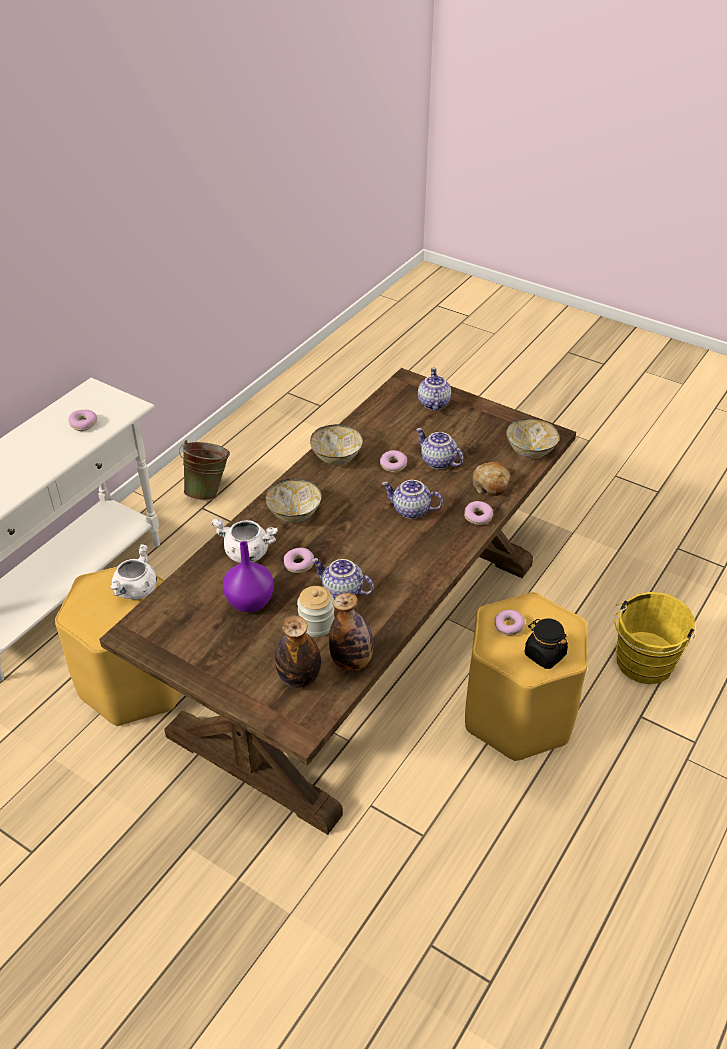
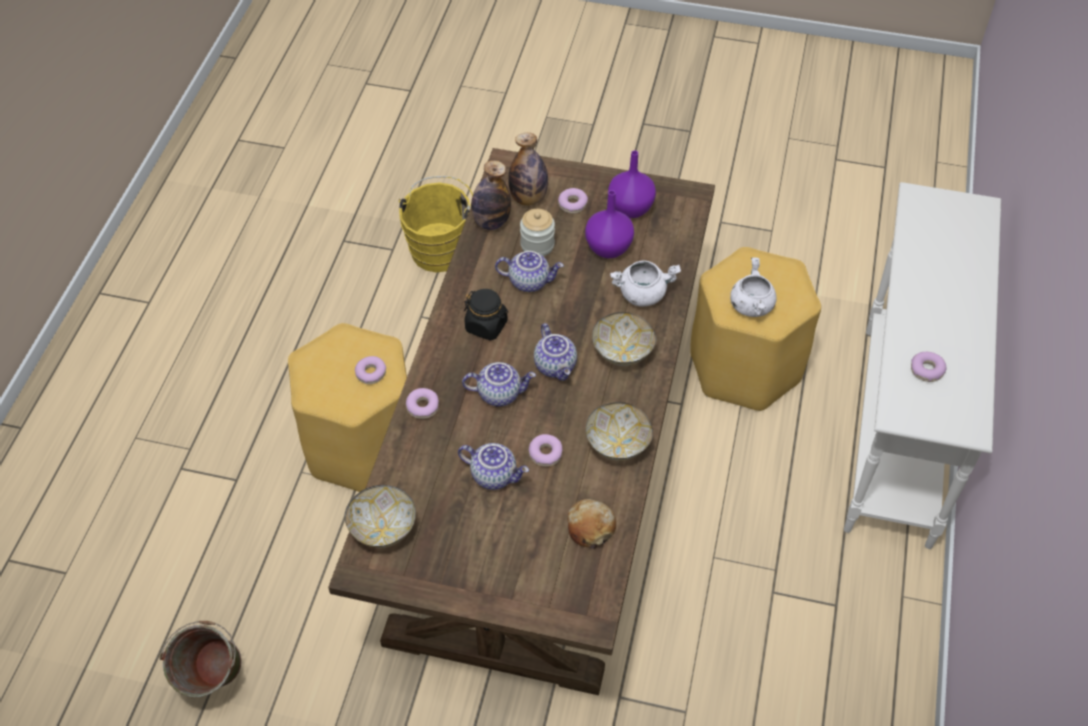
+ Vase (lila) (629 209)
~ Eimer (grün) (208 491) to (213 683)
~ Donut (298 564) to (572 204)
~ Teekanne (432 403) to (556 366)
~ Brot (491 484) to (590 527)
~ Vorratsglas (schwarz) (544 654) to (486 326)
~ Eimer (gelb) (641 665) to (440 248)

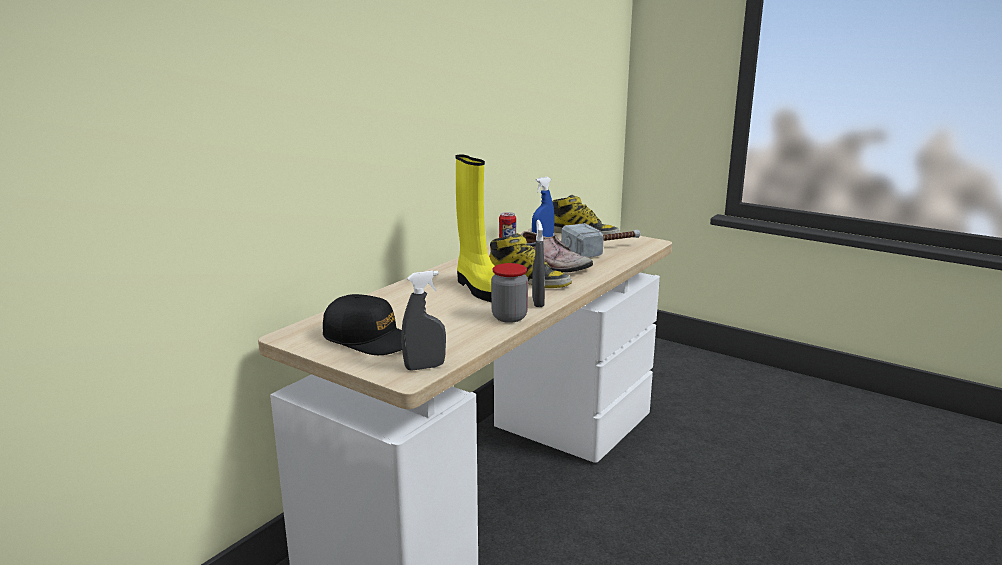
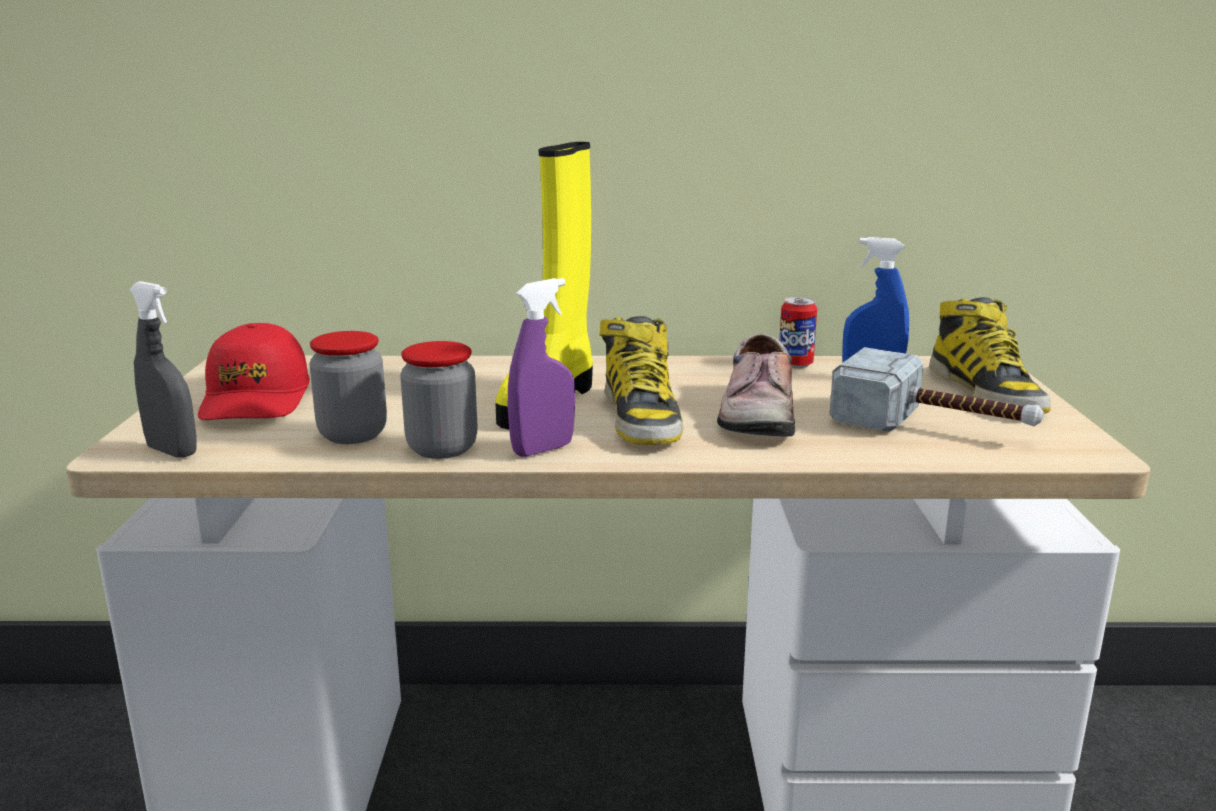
+ Vorratsglas (353 434)
~ Kappe (schwarz) (370 339) to Kappe (rot) (256 399)
~ Sprühflasche (grau) (538 302) to Sprühflasche (lila) (543 449)

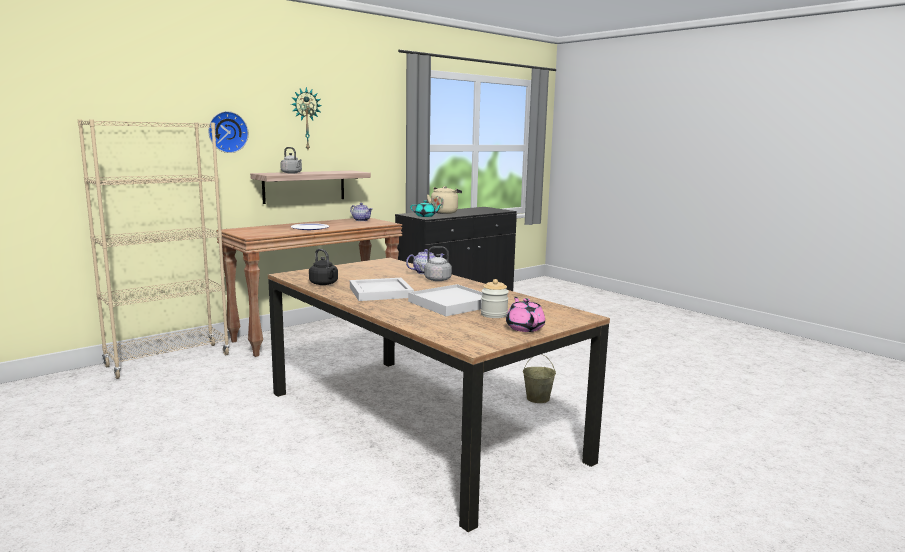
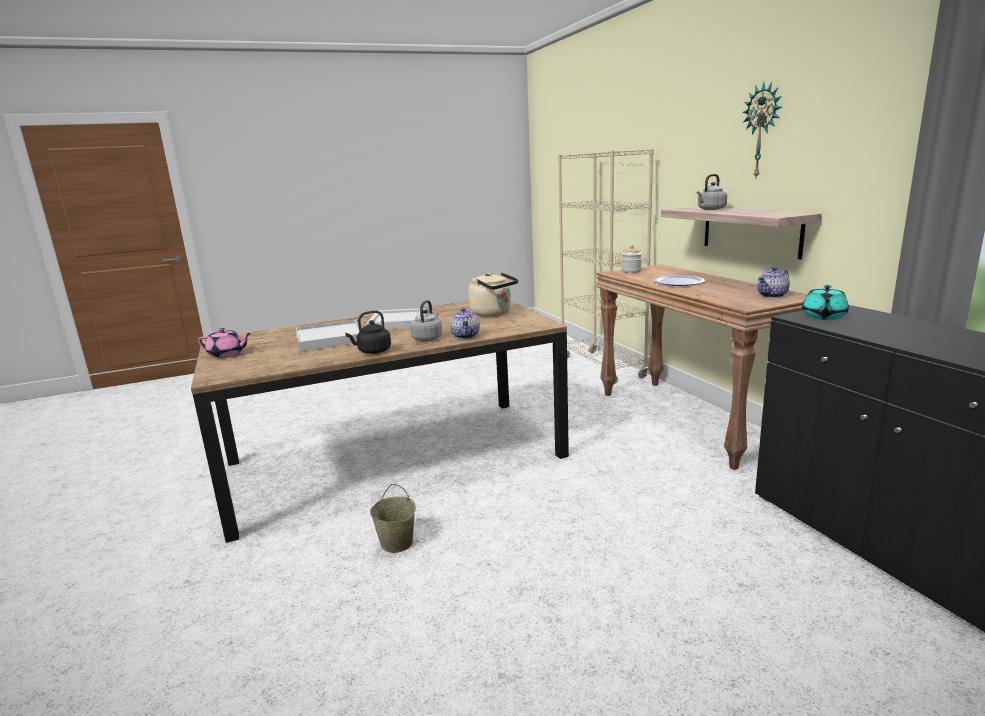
- Wanduhr (227 132)
~ Wasserkessel (schwarz) (324 284) to (372 351)
~ Wasserkessel (beige) (444 212) to (493 313)
~ Vorratsglas (494 314) to (631 271)

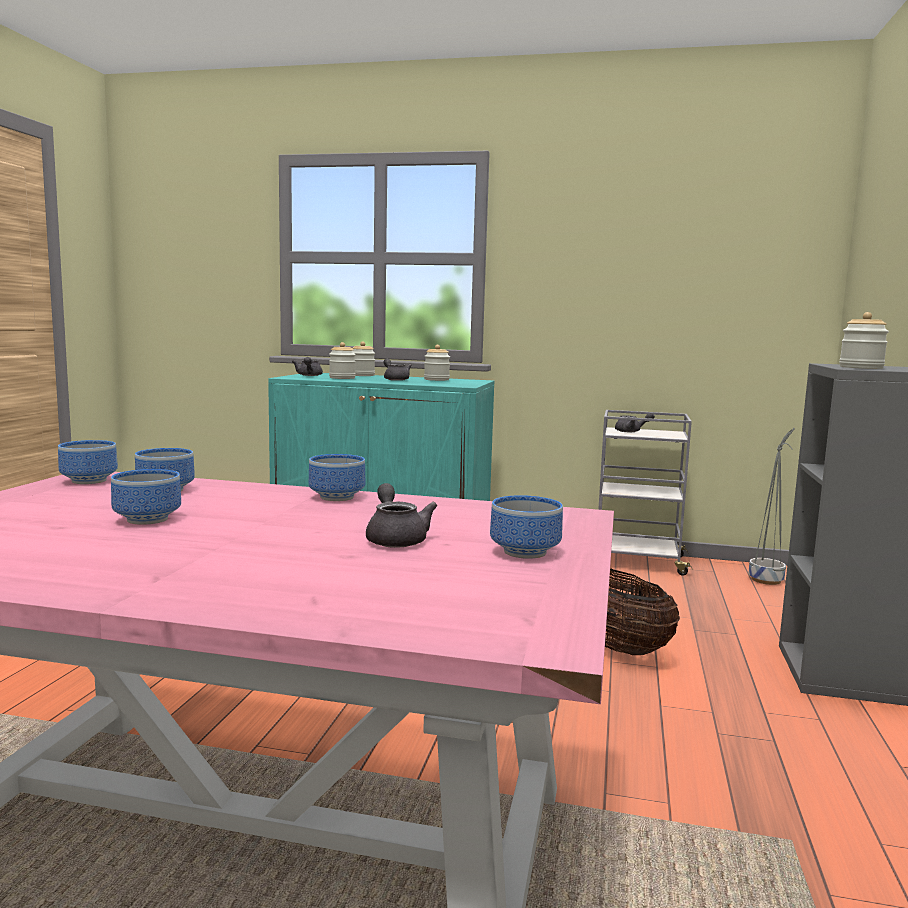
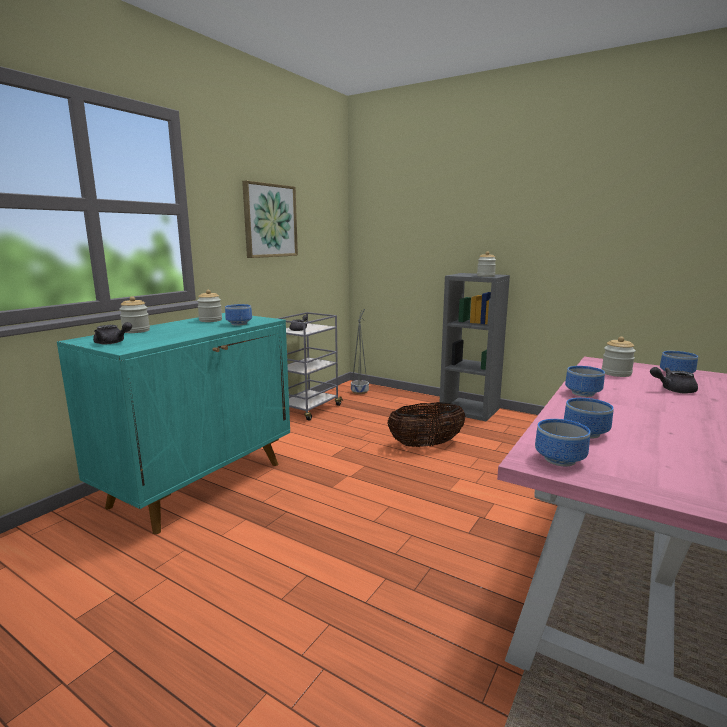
- Teekanne (grau) (395 379)
+ Bild (270 221)
~ Schüssel (146 519) to (238 324)
~ Vorratsglas (342 378) to (616 373)

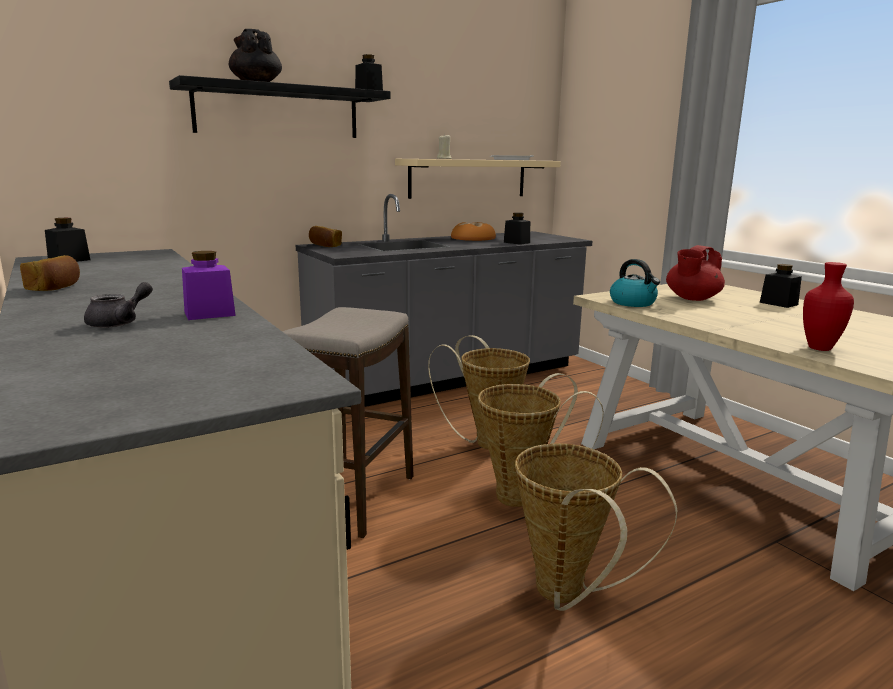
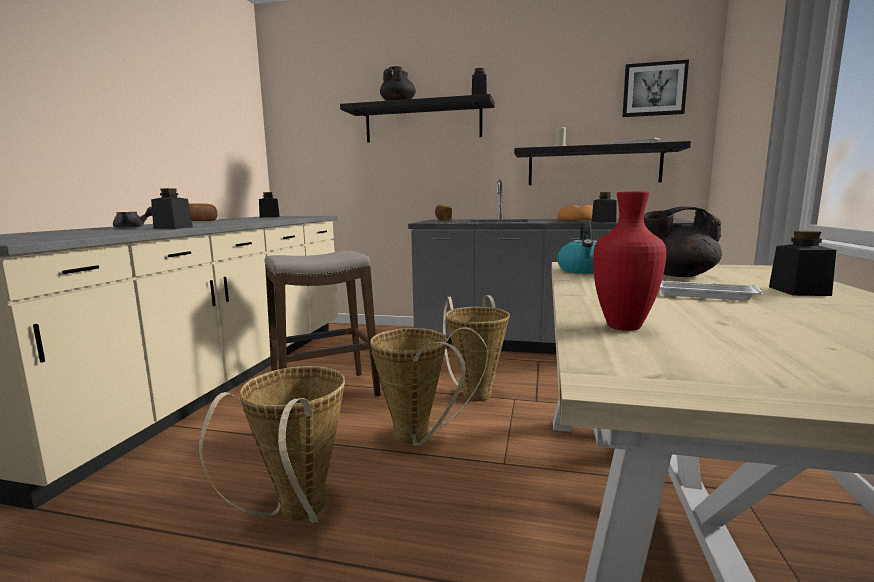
+ Bild (654 89)
+ Tablett (weiß) (701 295)
~ Vorratsglas (lila) (209 314) to Vorratsglas (schwarz) (173 227)
~ Wandregal (beige) (468 178) to Wandregal (schwarz) (593 166)
~ Teekanne (rot) (692 298) to Teekanne (schwarz) (677 275)

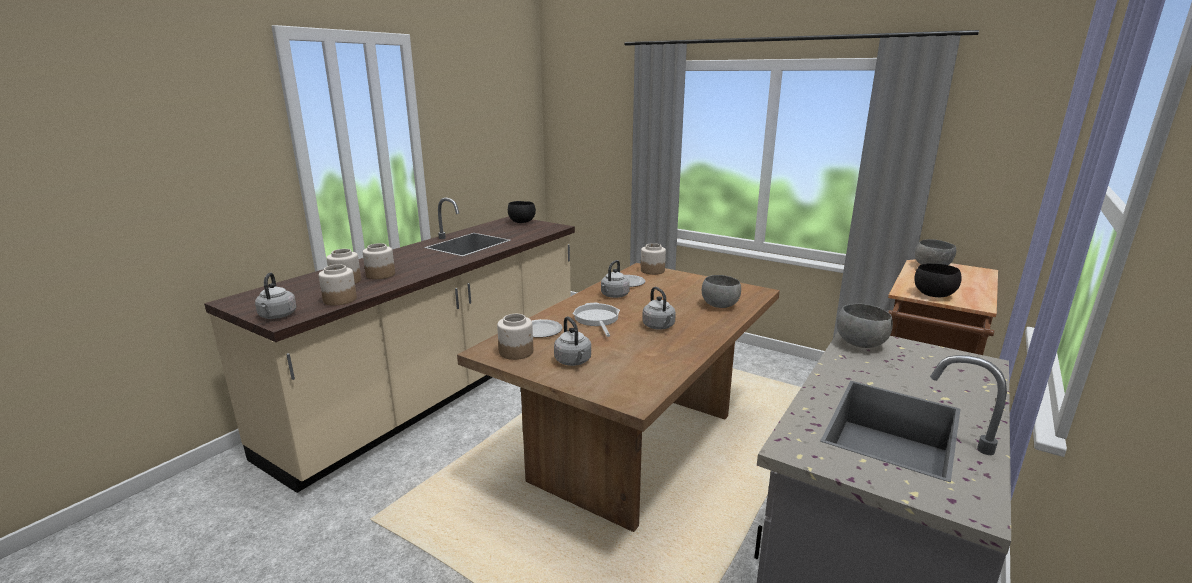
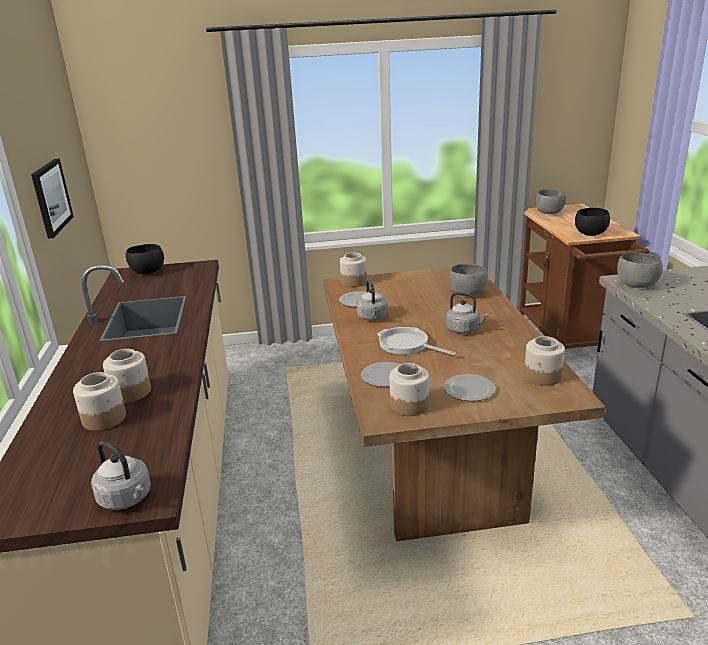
+ Bild (51 197)
~ Vorratsglas (339 300) to (542 377)
~ Wasserkessel (grau) (573 361) to Teller (470 389)

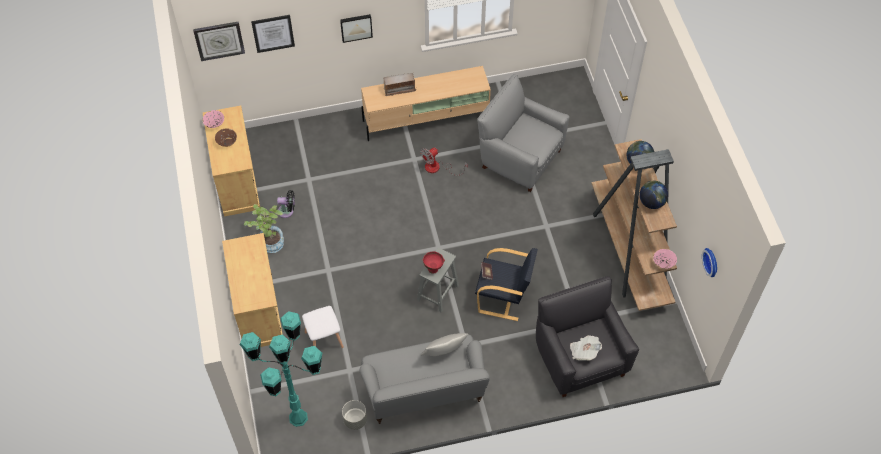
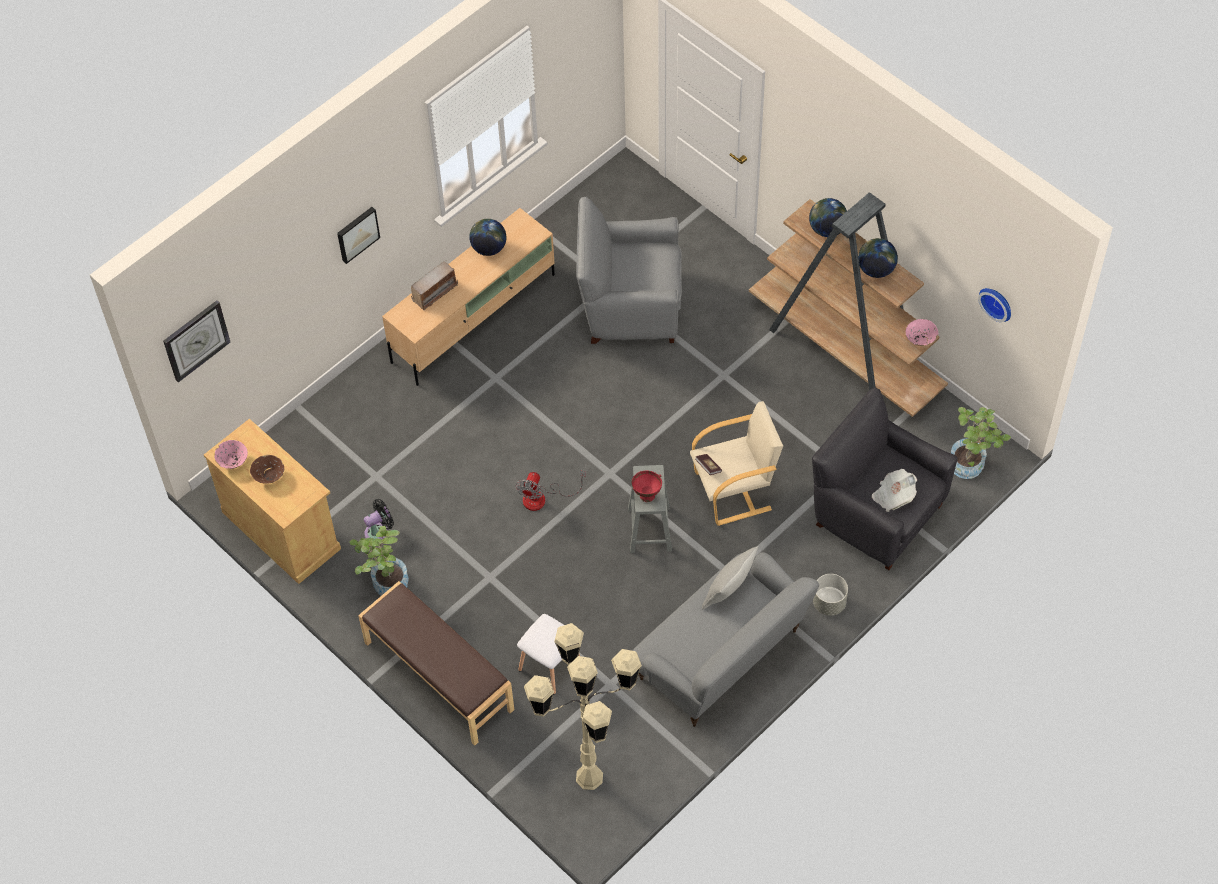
- Bild (273 33)
+ Globus (489 248)
+ Topfpflanze (971 464)
~ Pflanzkübel (grau) (355 420) to (829 603)
~ Ventilator (438 168) to (542 498)
~ Schrank (beige) (258 310) to Bank (braun) (438 677)
~ Stehlampe (türkis) (298 418) to Stehlampe (beige) (589 778)
~ Sessel (schwarz) (503 297) to Sessel (beige) (734 490)

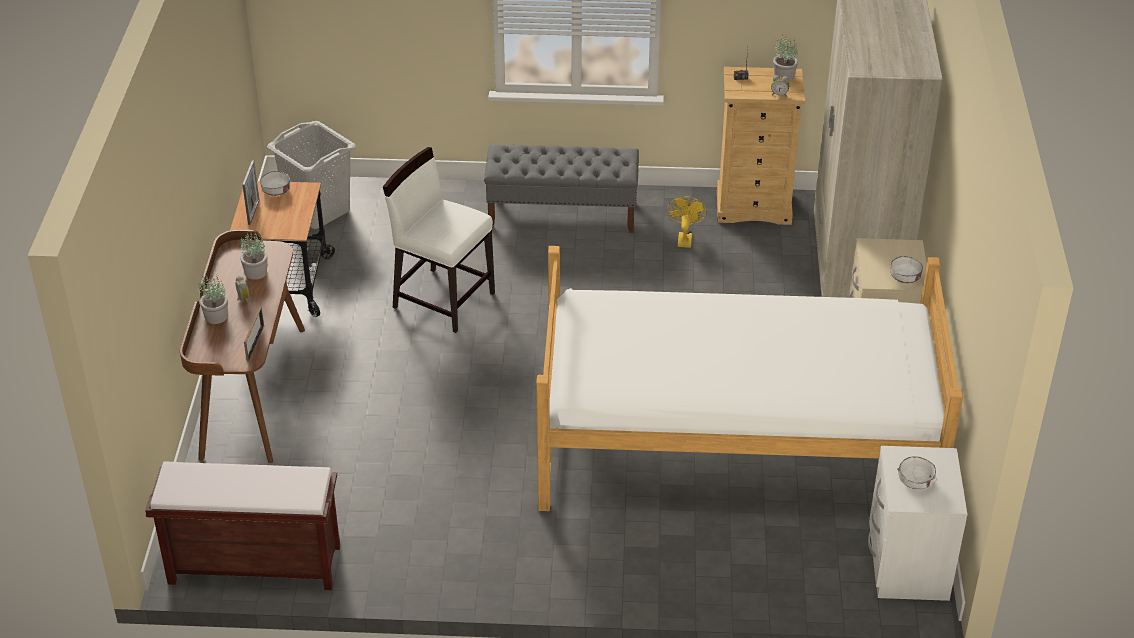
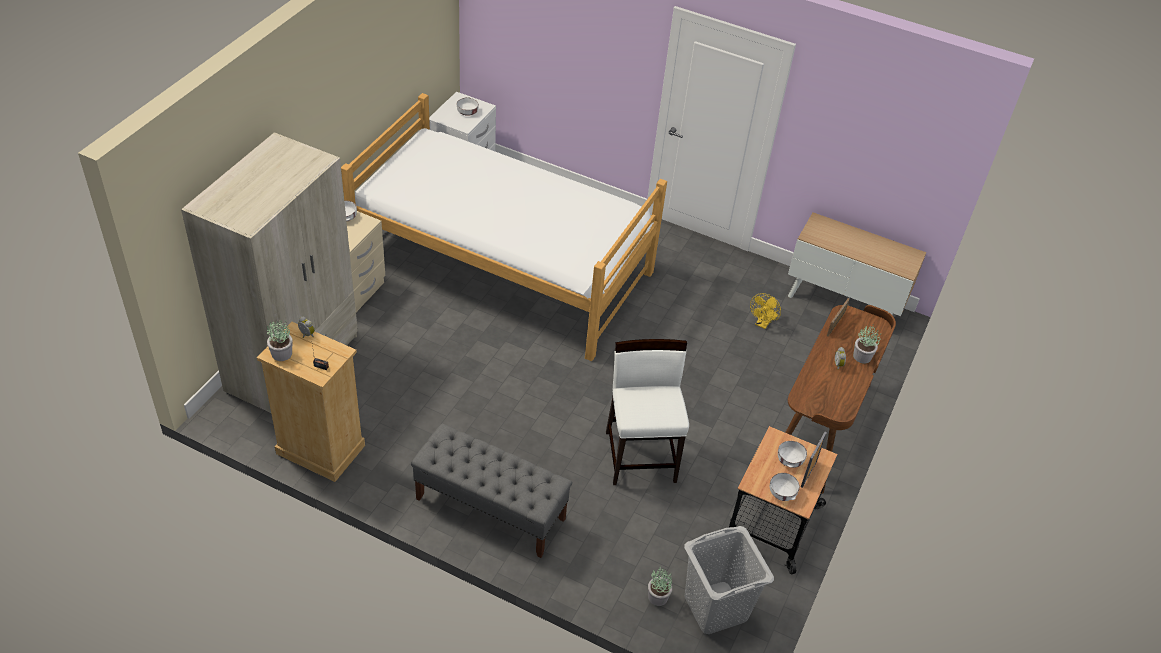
+ Schüssel (weiß) (790 459)
~ Topfpflanze (256 272) to (657 597)
~ Ventilator (gelb) (684 238) to (762 324)
~ Bank (braun) (253 565) to Schrank (844 302)
~ Stuhl (weiß) (443 299) = (641 456) 150 degrees counterclockwise

